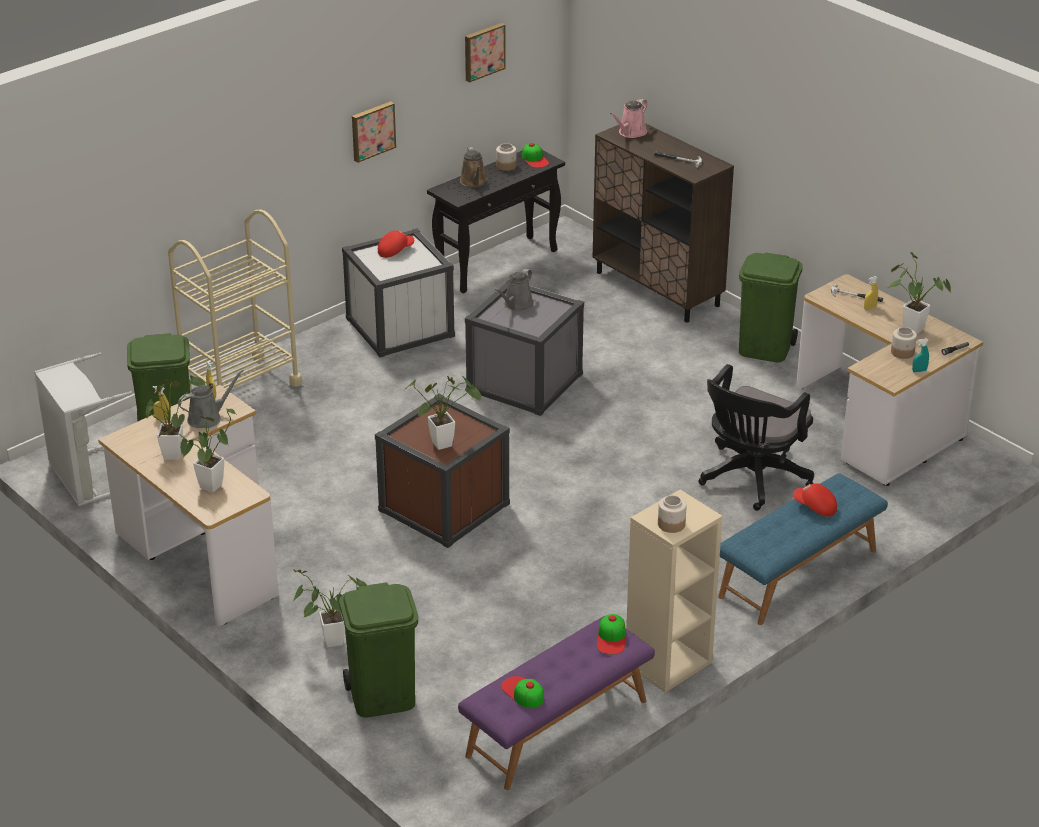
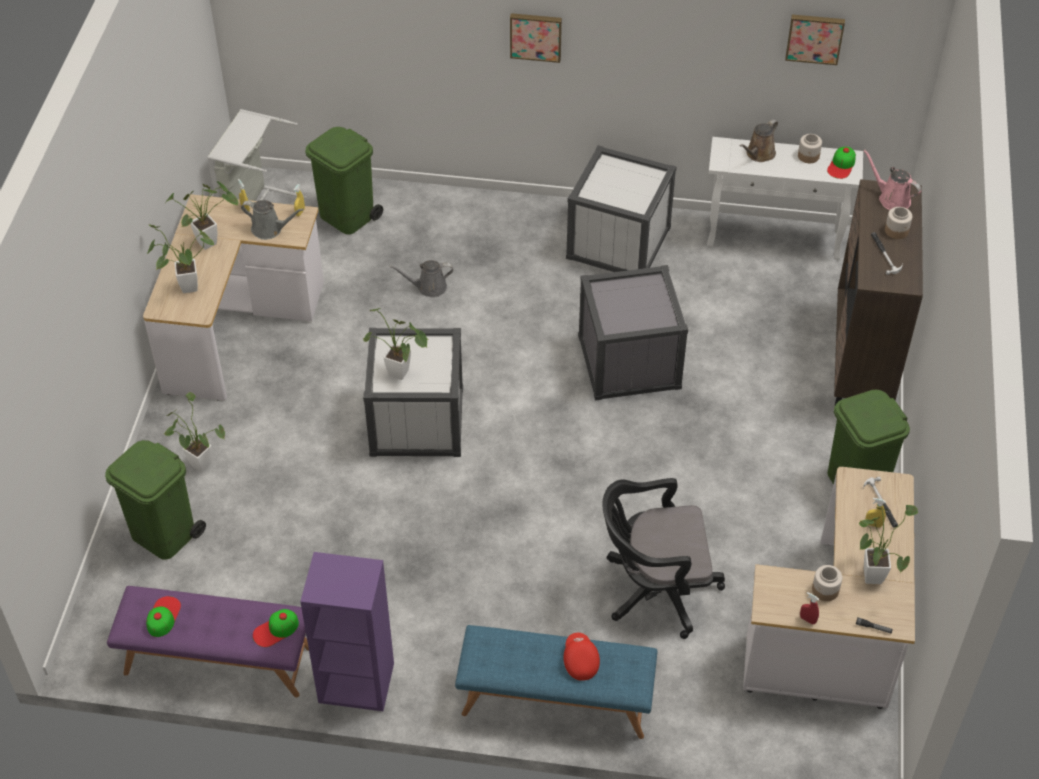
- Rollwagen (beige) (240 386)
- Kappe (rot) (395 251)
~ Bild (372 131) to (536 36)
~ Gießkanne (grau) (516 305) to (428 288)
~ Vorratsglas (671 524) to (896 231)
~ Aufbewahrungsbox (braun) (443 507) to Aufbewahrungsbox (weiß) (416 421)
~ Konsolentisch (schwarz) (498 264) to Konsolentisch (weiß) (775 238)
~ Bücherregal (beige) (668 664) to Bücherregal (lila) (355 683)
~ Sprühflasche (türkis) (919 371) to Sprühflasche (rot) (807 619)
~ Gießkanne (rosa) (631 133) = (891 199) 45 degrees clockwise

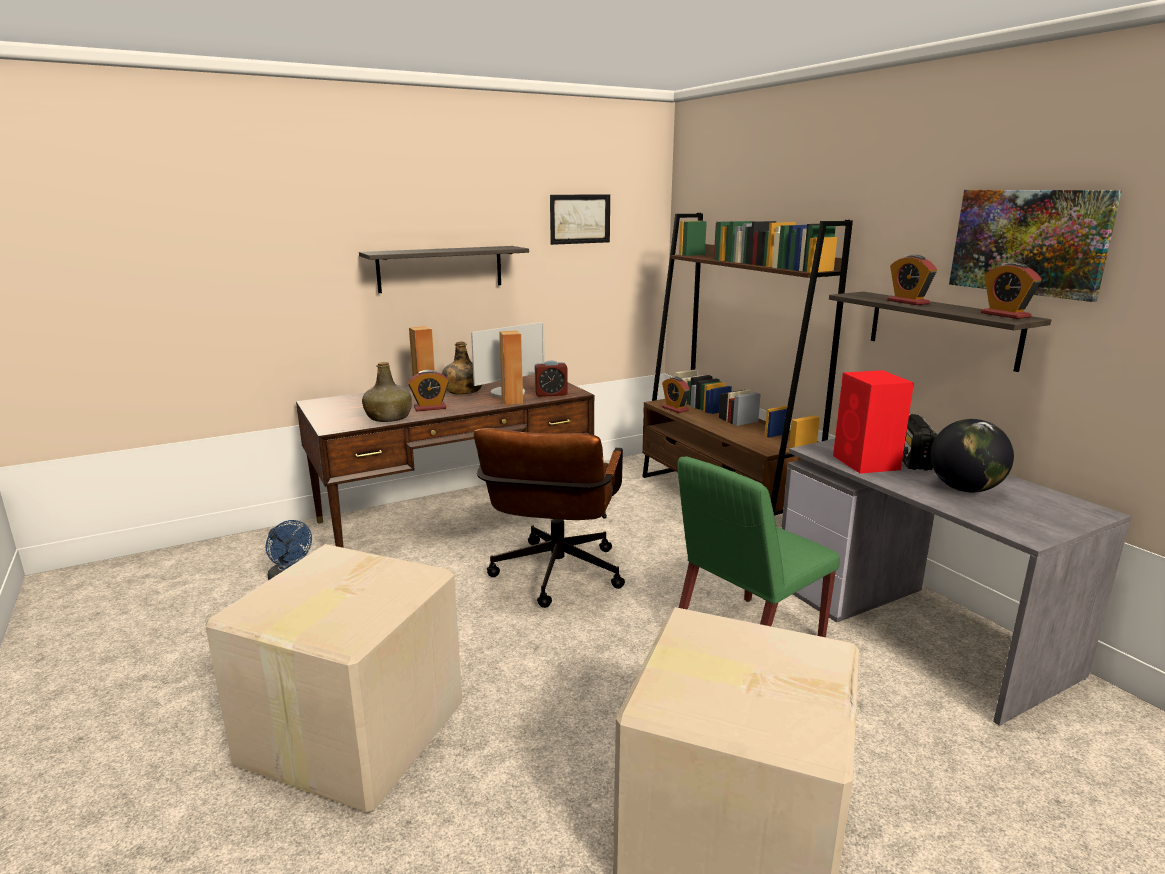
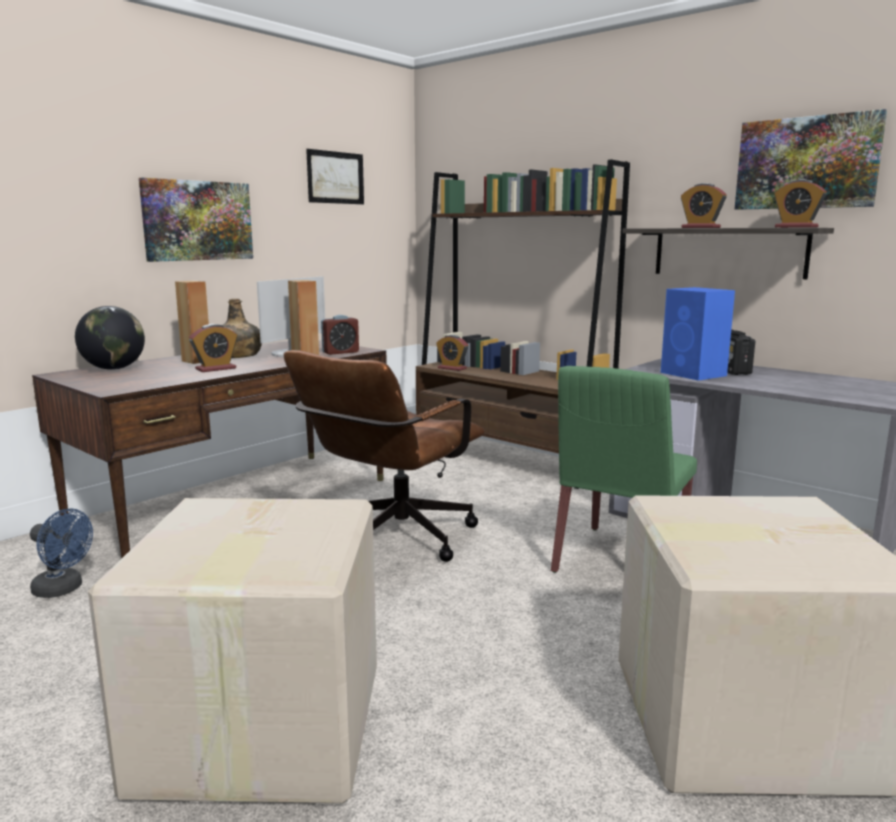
- Flasche (grün) (389 418)
~ Globus (964 489) to (113 369)
~ Wandregal (440 269) to Bild (198 221)
~ Lautsprecher (rot) (866 463) to Lautsprecher (blau) (694 374)
~ Bürostuhl (braun) (555 578) = (392 540) 45 degrees clockwise

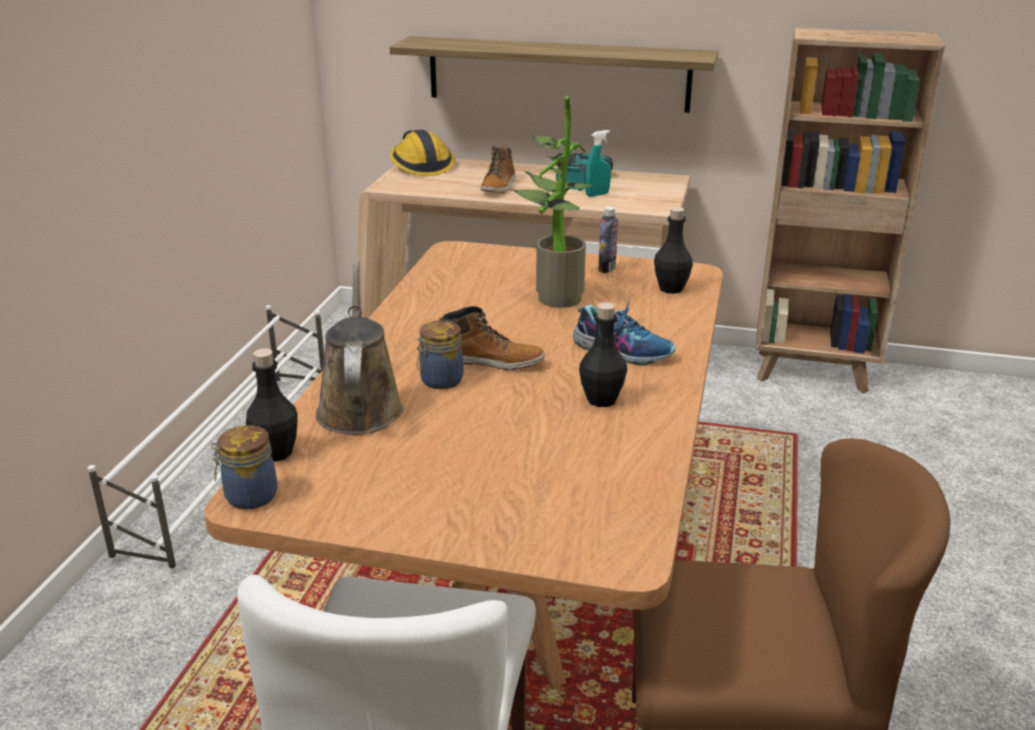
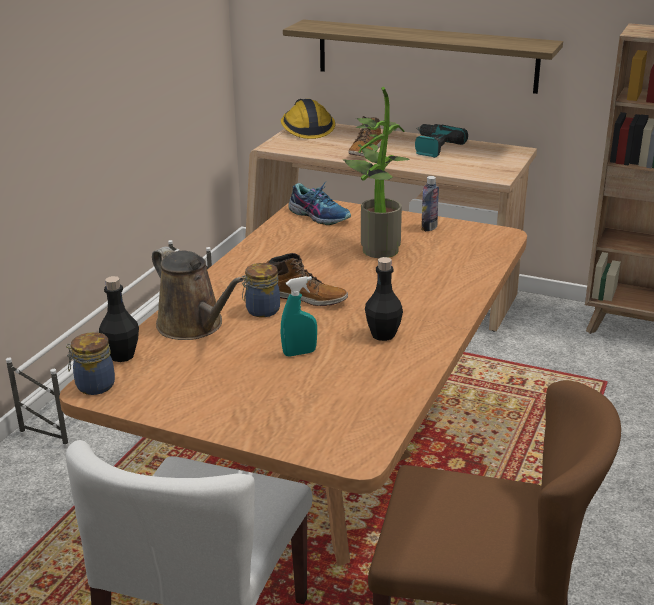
- Flasche (schwarz) (671 288)
~ Schuh (623 350) to (319 216)
~ Sprühflasche (türkis) (597 194) to (299 353)
~ Gießkanne (braun) (360 407) = (194 326) 135 degrees clockwise

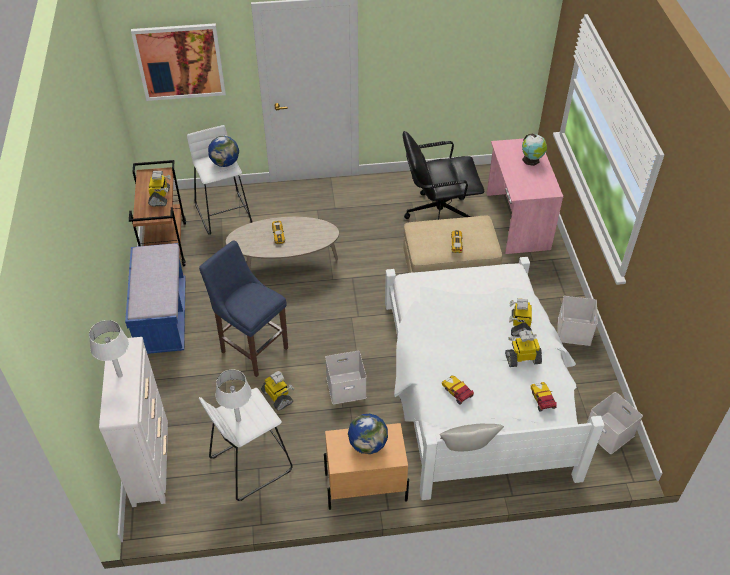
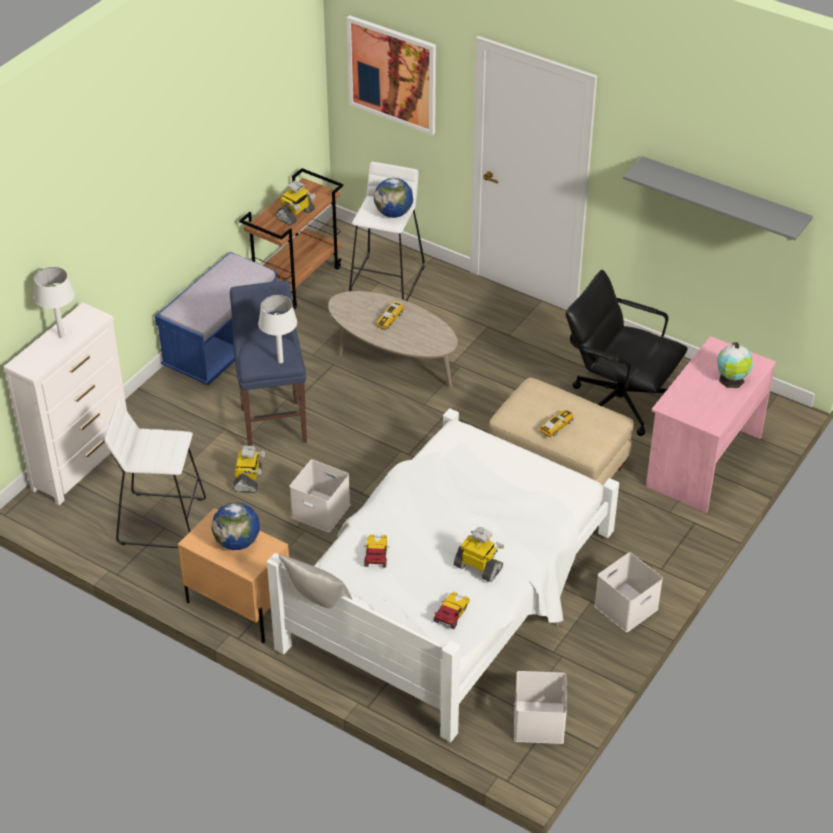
- Spielzeugroboter (520 325)
+ Wandregal (grau) (723 199)
~ Tischlampe (weiß) (238 420) to (280 361)

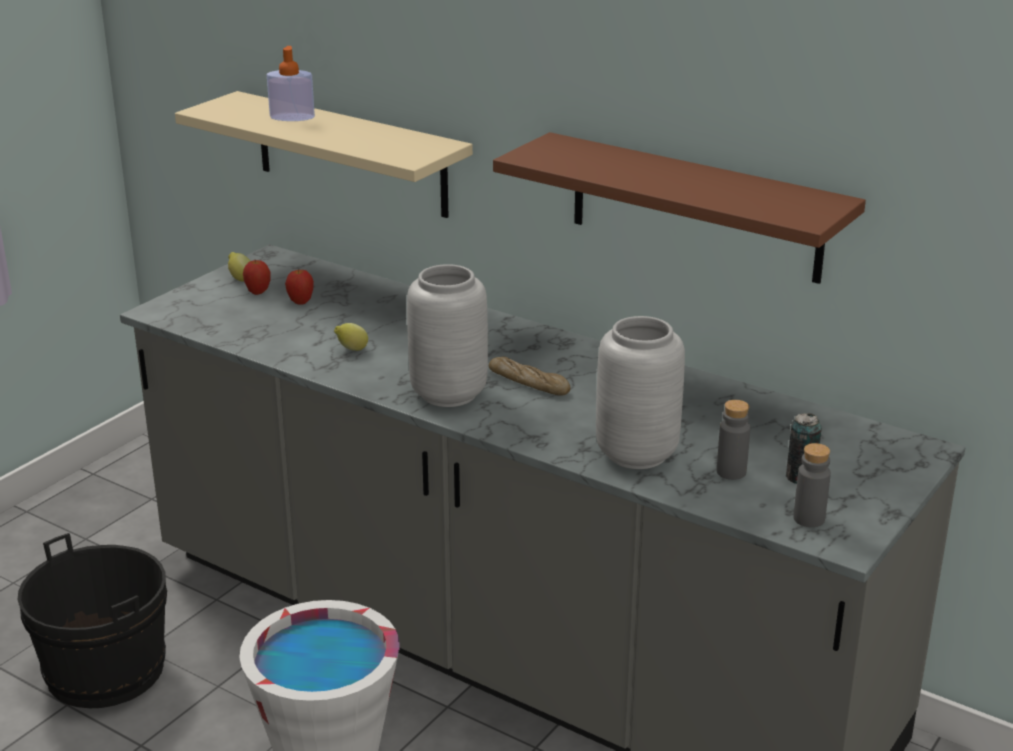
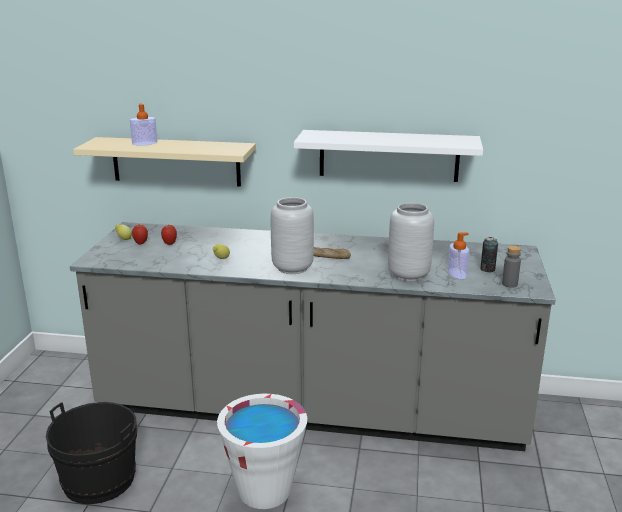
~ Flasche (grau) (731 472) to Seifenspender (457 273)
~ Wandregal (braun) (695 208) to Wandregal (weiß) (388 155)

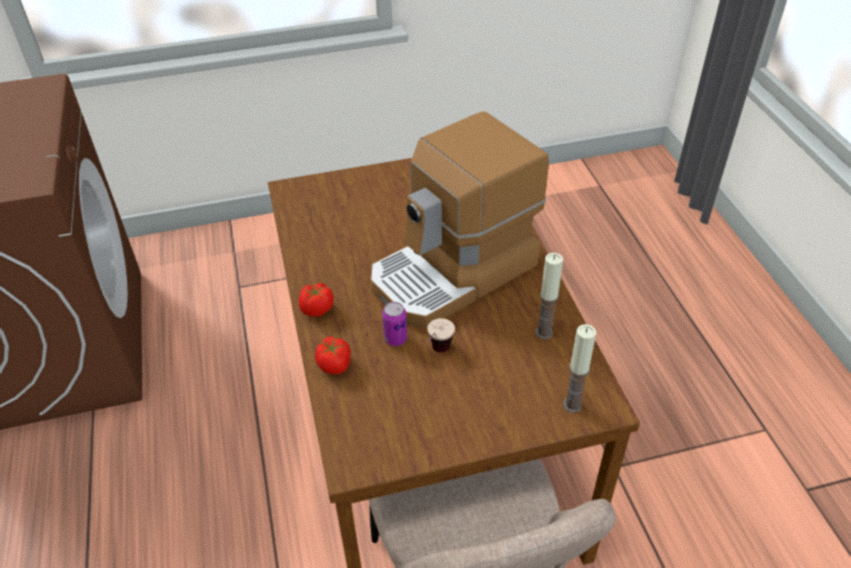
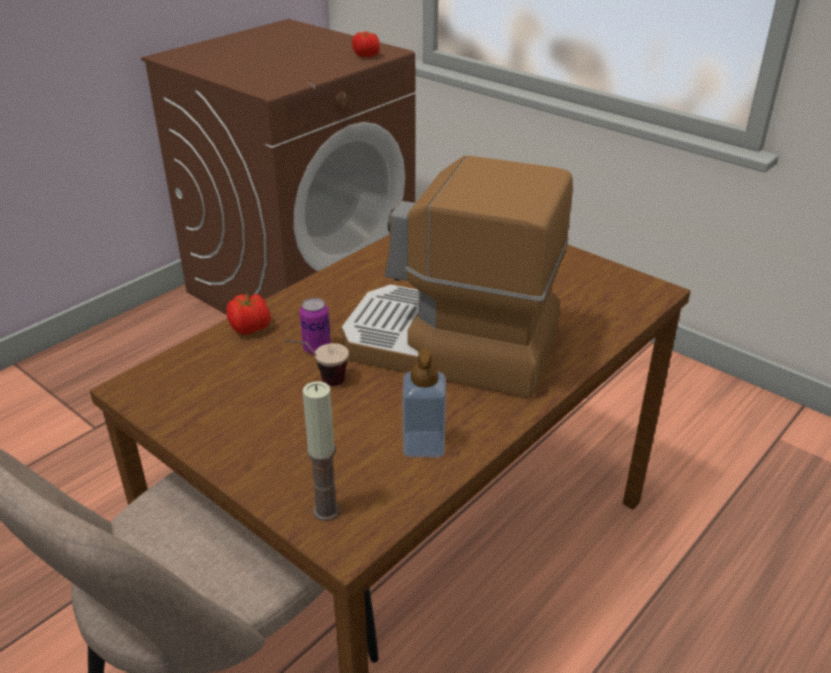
~ Tomate (317 309) to (366 56)
~ Kerze (544 332) to Seifenspender (424 445)

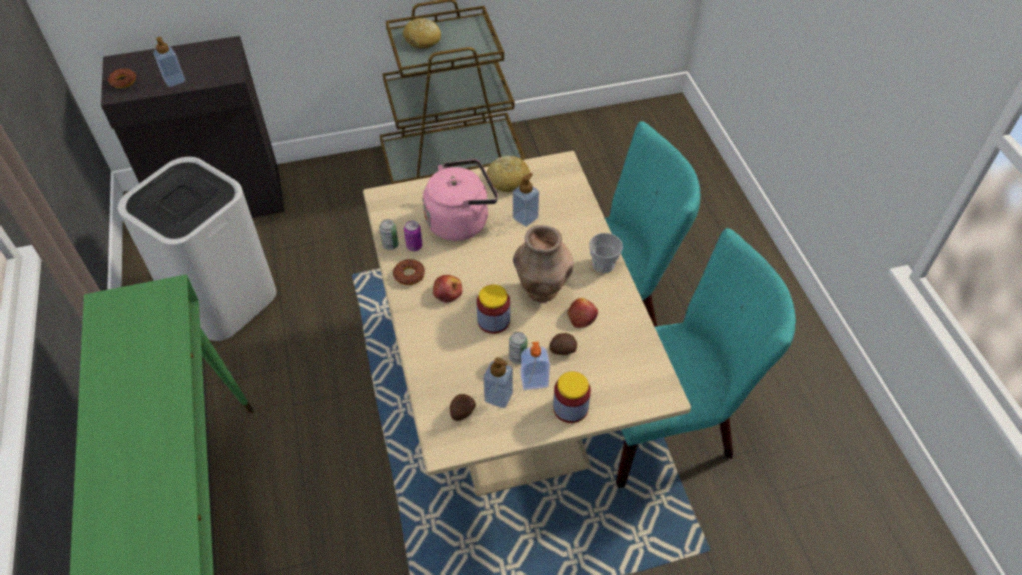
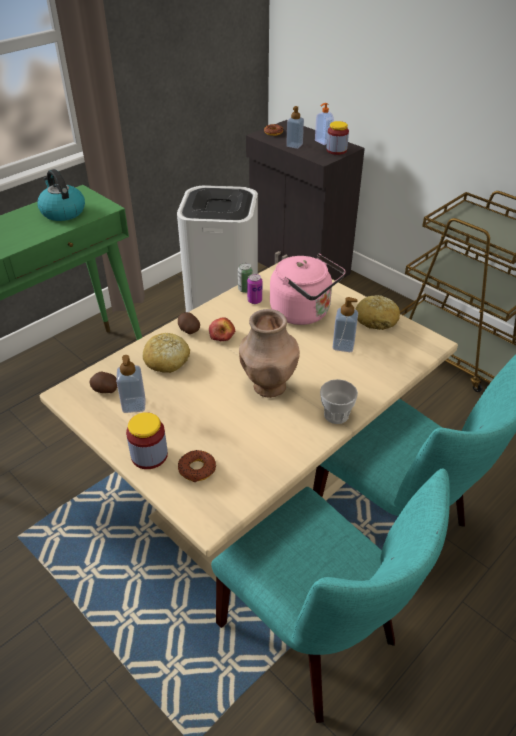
- Dose (518 357)
- Apfel (582 316)
+ Wasserkessel (62 212)
~ Donut (409 275) to (197 469)
~ Brot (423 40) to (167 360)
~ Vorratsglas (493 320) to (336 150)
~ Seifenspender (534 382) to (322 142)
~ Kartoffel (562 350) to (188 330)

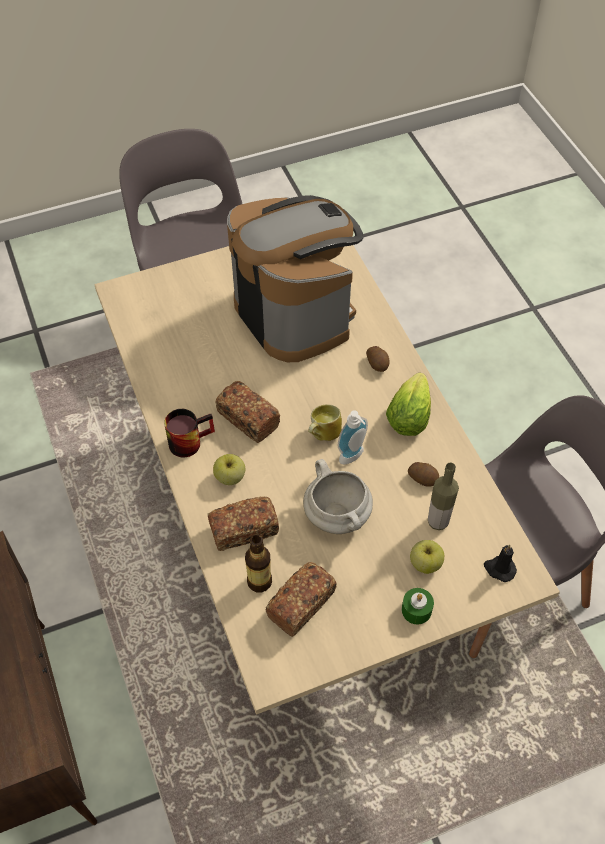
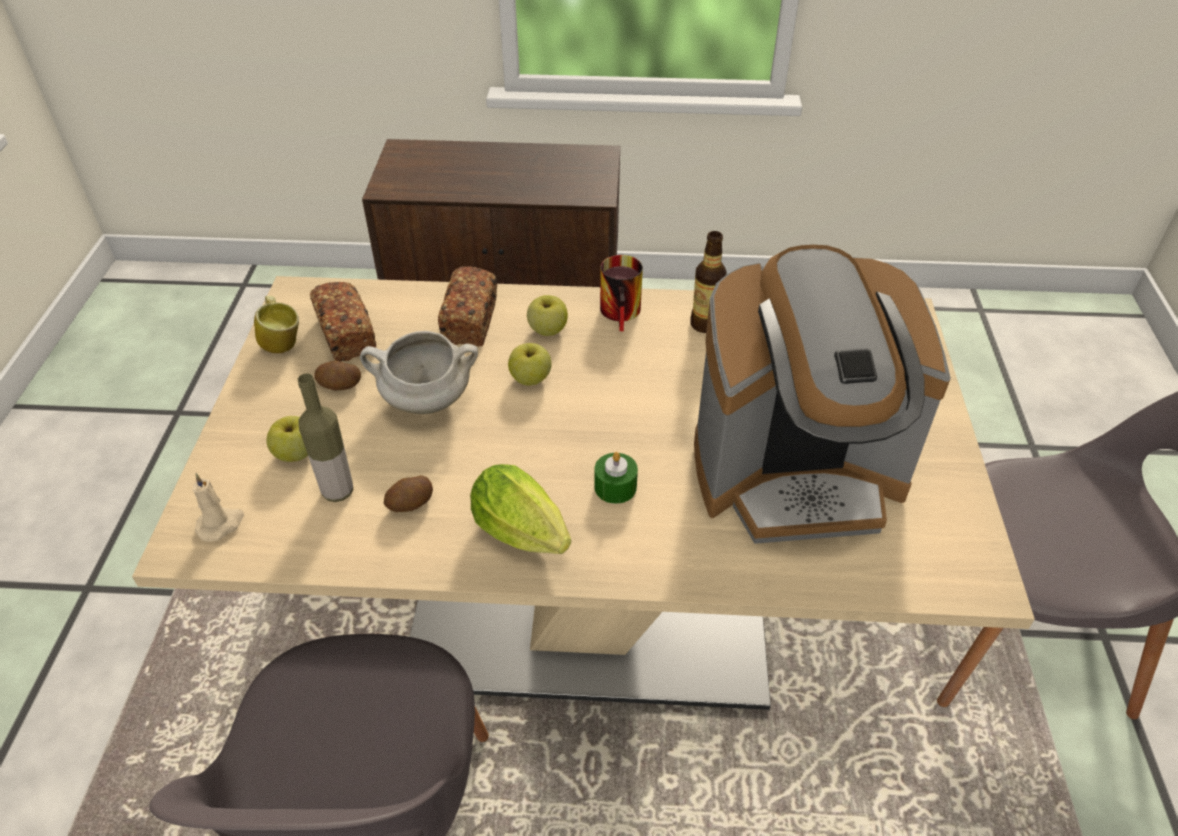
- Brot (248 419)
- Seifenspender (353 457)
+ Apfel (531 379)
~ Flasche (259 581) to (705 324)
~ Henkelbecher (322 434) to (282 342)
~ Kartoffel (378 364) to (339 386)
~ Kerze (grün) (416 610) to (615 487)
~ Kerze (schwarz) (499 569) to Kerze (beige) (221 524)

